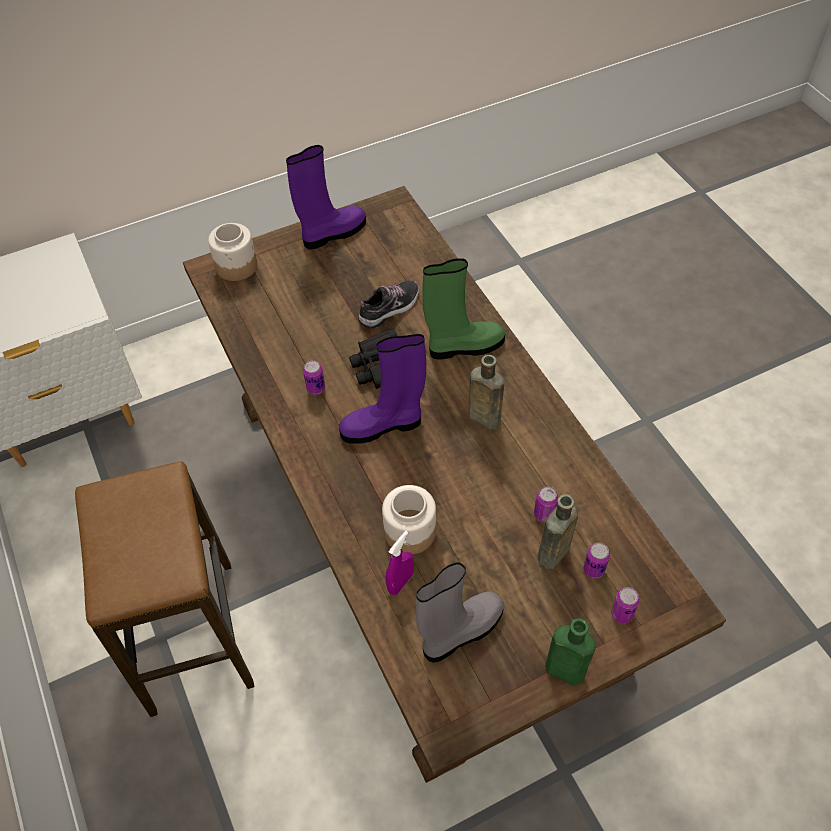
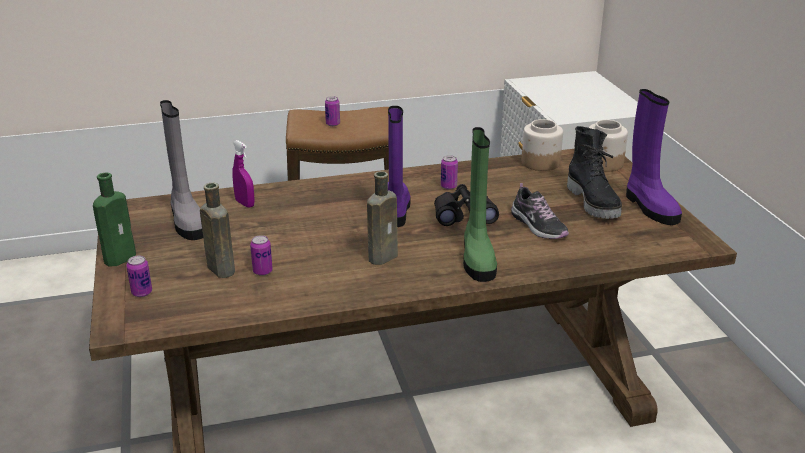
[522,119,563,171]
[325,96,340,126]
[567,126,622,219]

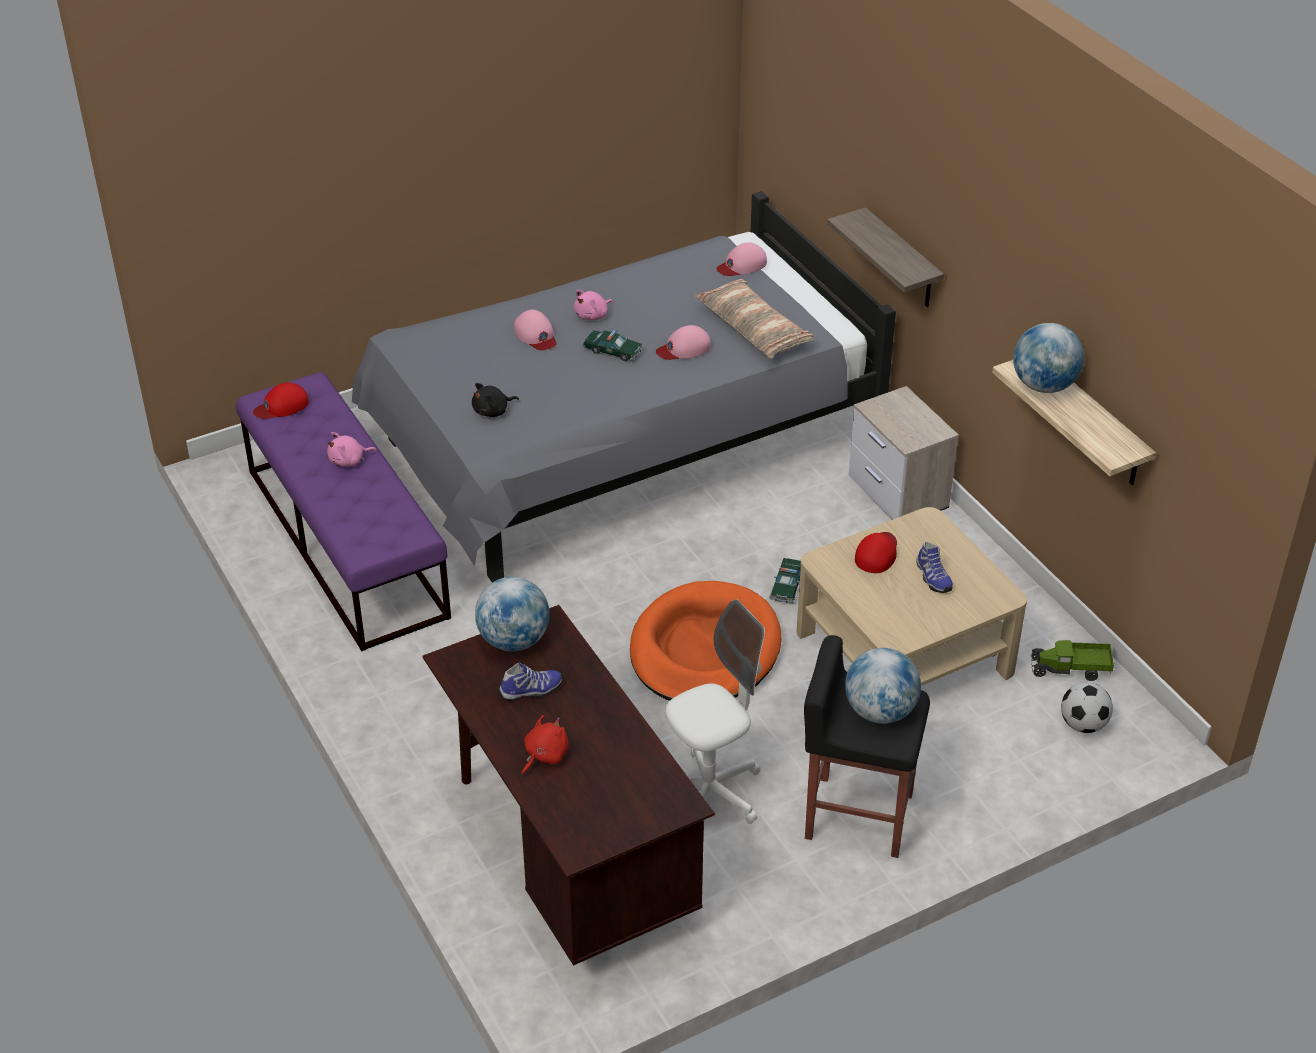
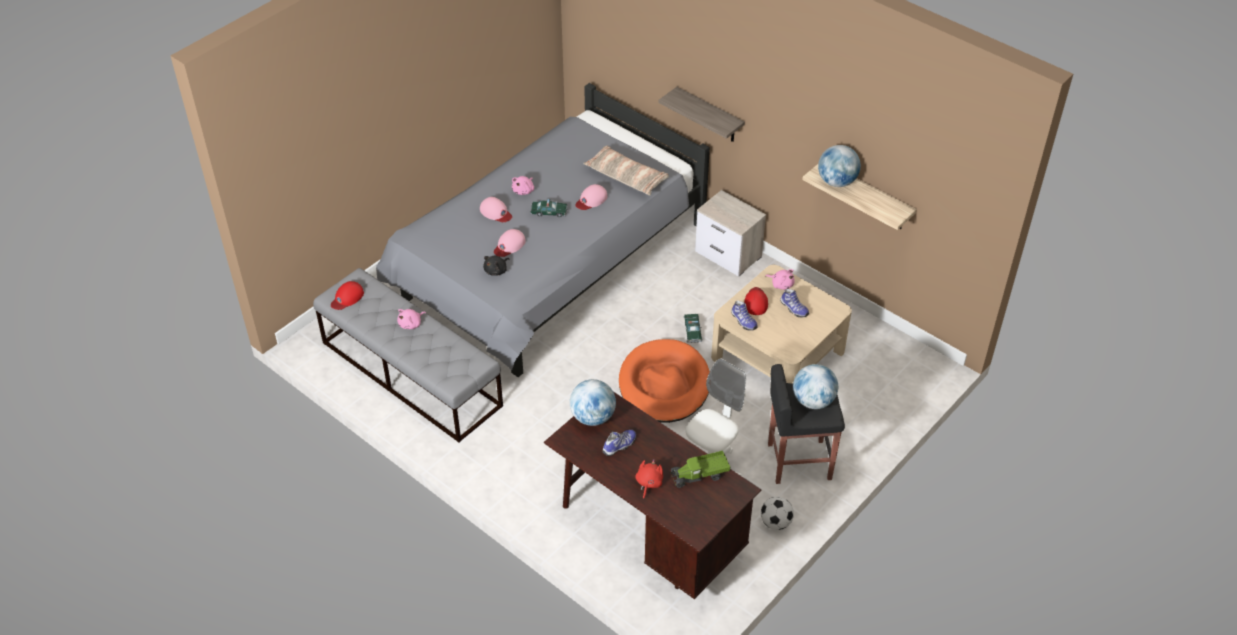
[313,268,503,443]
[494,229,526,257]
[671,451,730,488]
[761,497,794,530]
[731,300,757,331]
[765,269,795,290]

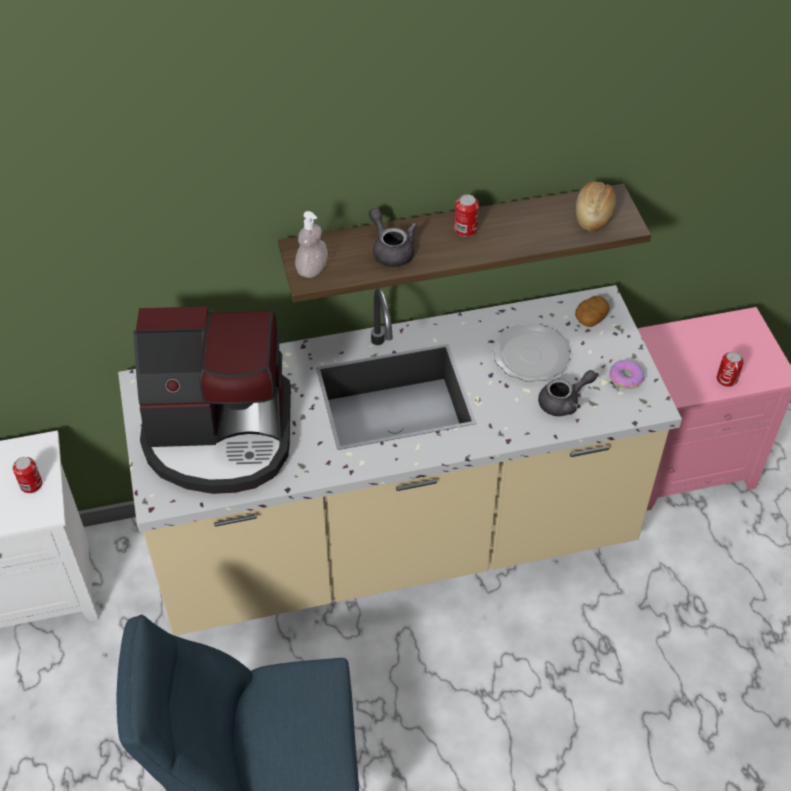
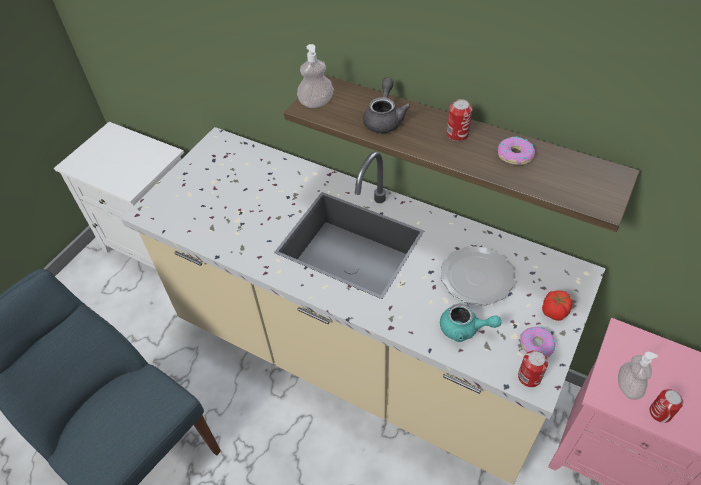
[518,350,548,387]
[133,306,291,494] (first image)
[440,304,502,342]
[575,296,610,327] (first image)
[576,182,616,231] (first image)
[498,136,535,165]
[542,290,572,321]
[618,352,658,400]

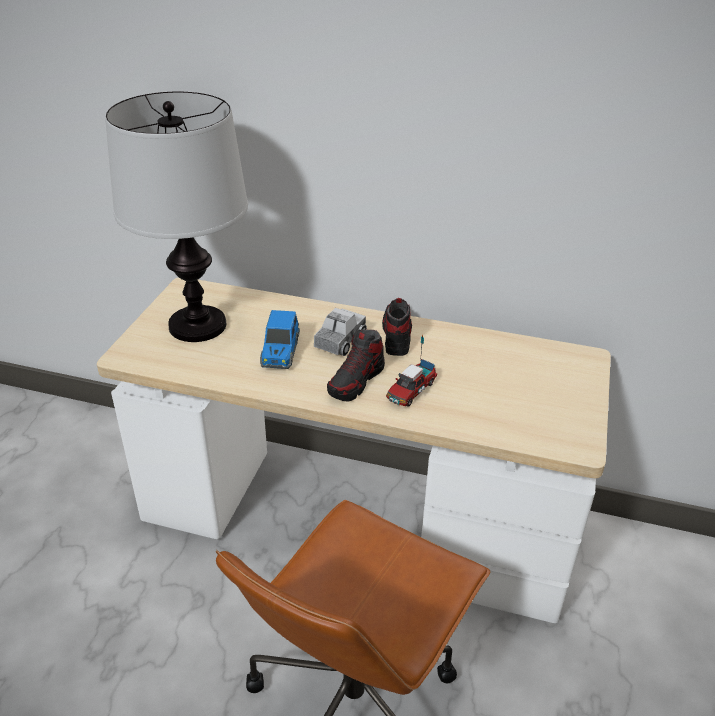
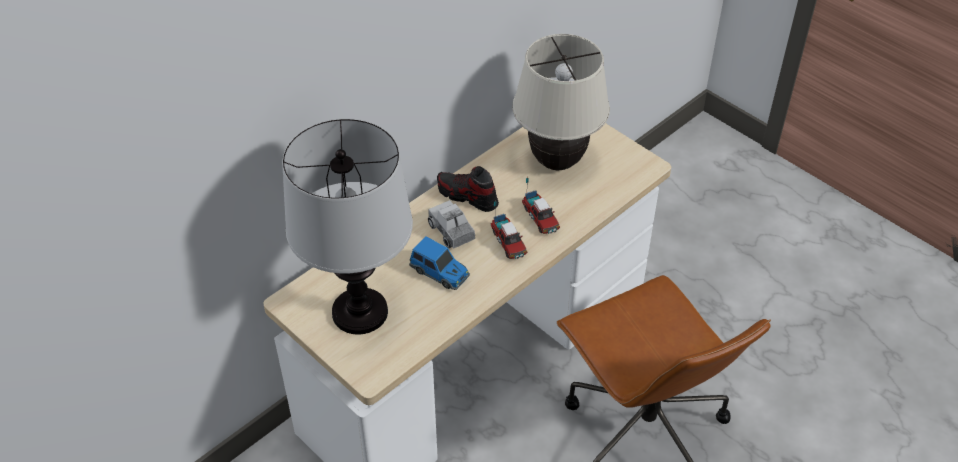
[490,200,527,259]
[512,34,610,170]

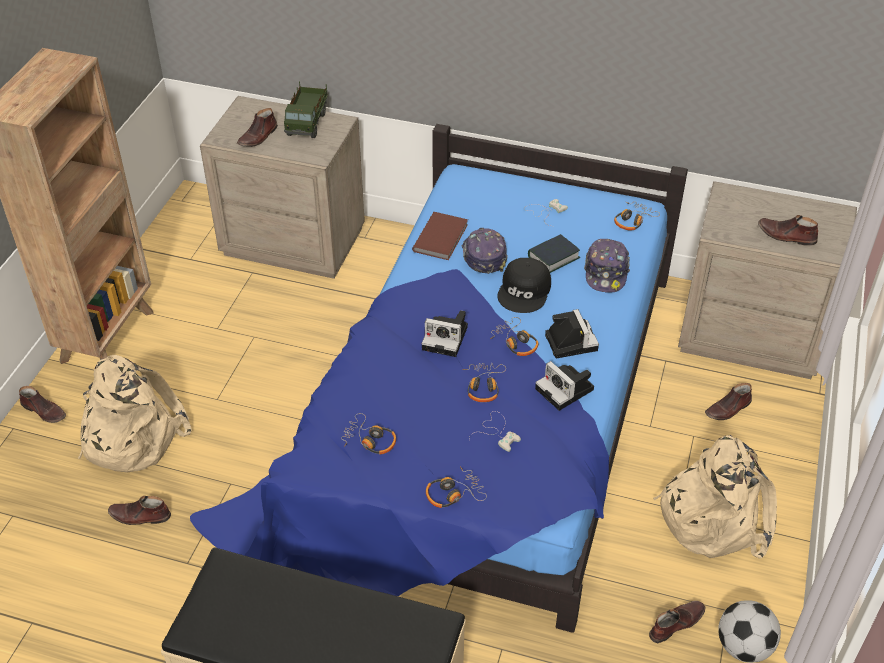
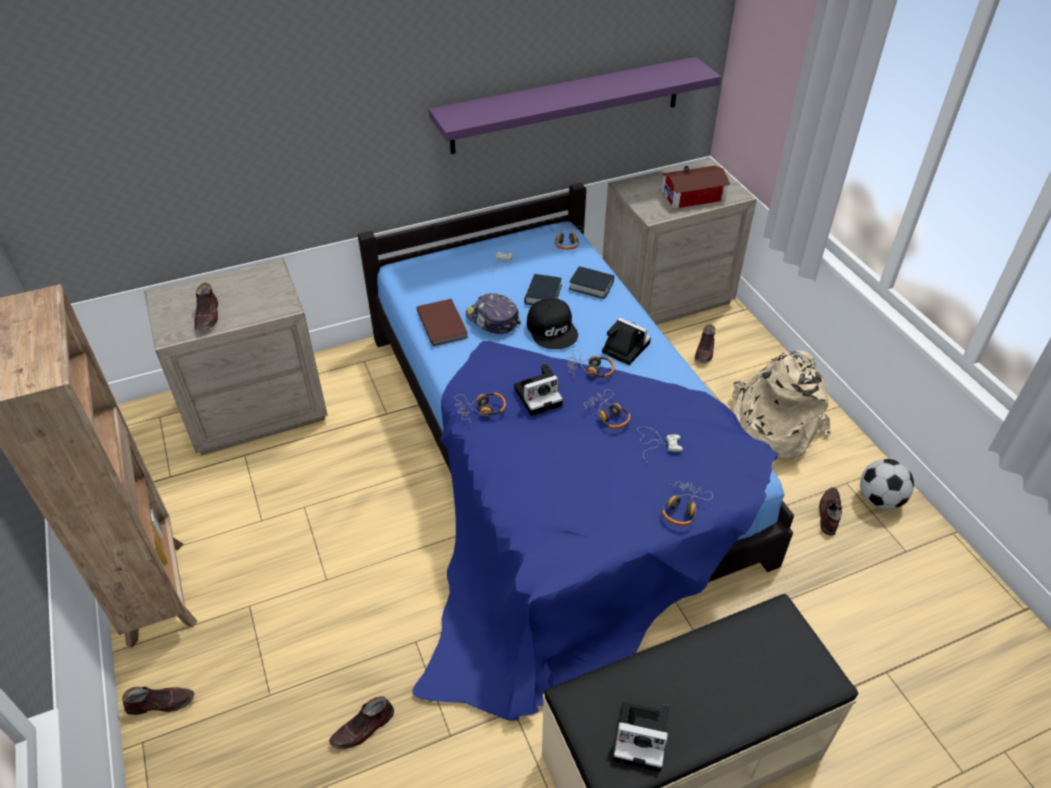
[78,355,192,473] (first image)
[284,81,328,138] (first image)
[454,392,506,423]
[613,702,669,772]
[569,266,614,299]
[662,165,731,209]
[429,57,721,154]

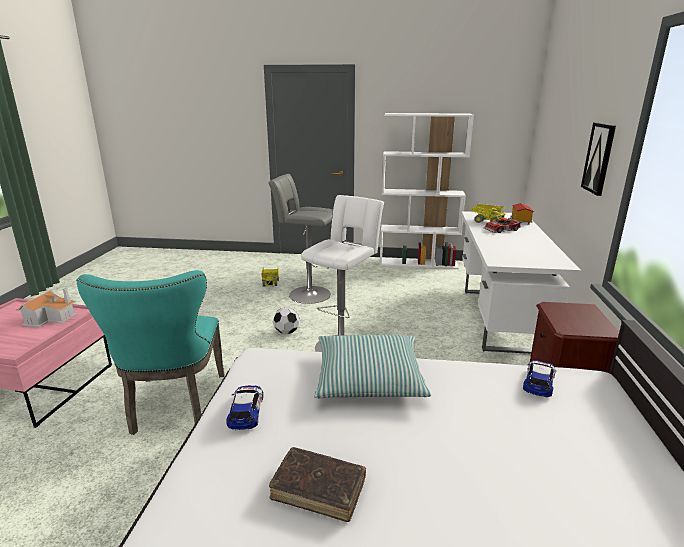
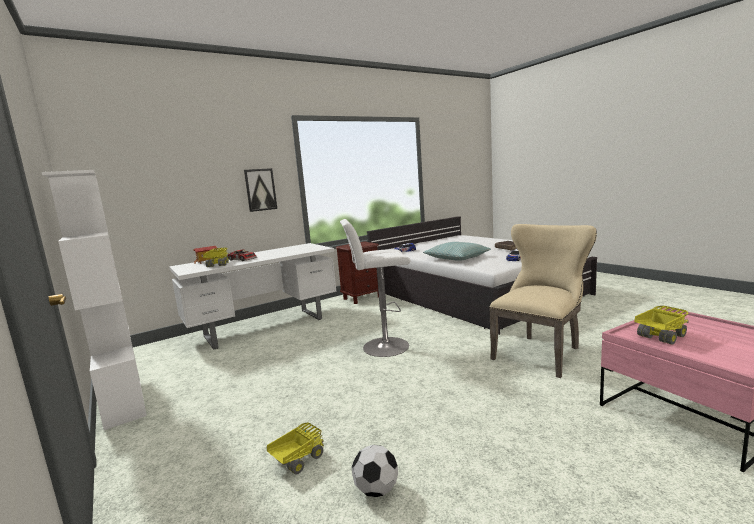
[634,306,689,345]
[489,224,597,378]
[268,174,333,304] (first image)
[352,445,398,497]

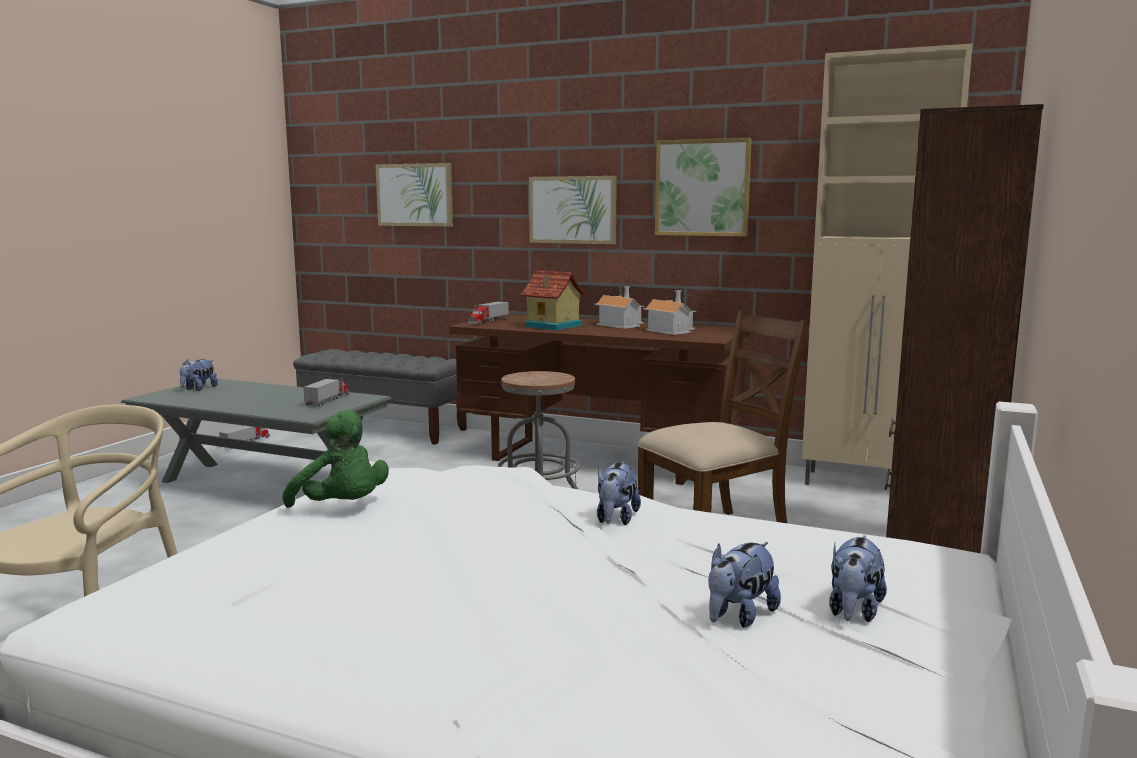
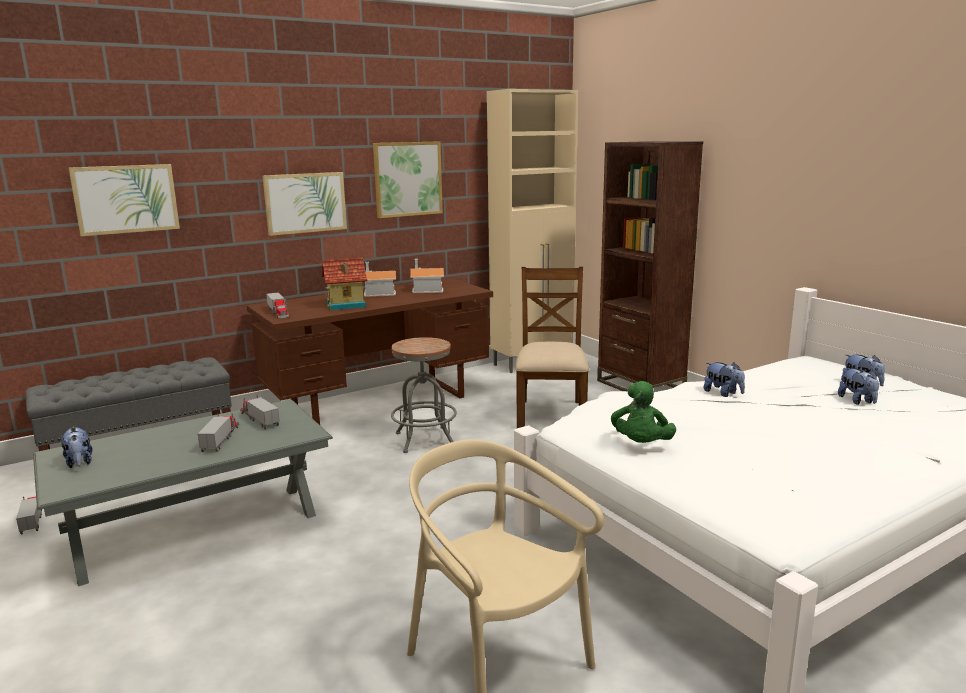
[611,381,676,443]
[198,413,239,452]

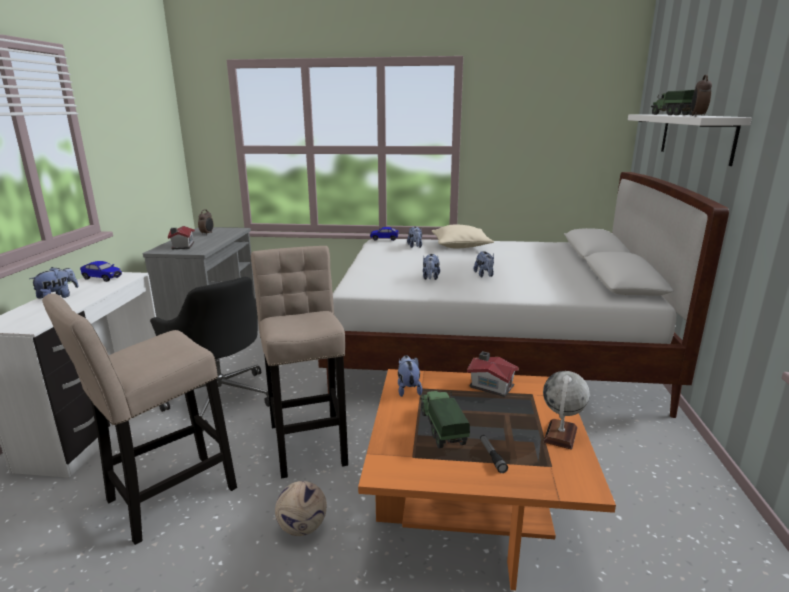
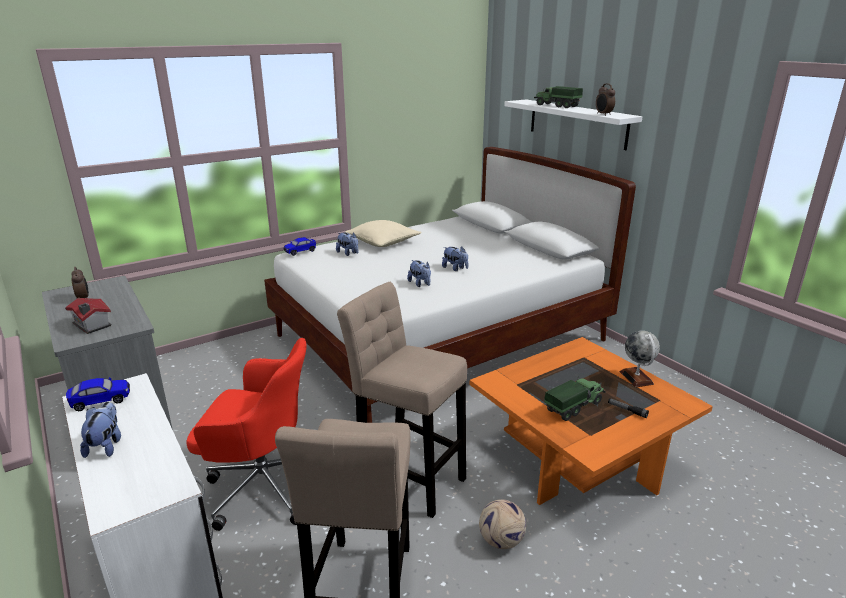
[186,338,307,531]
[398,355,423,397] (first image)
[544,377,606,421]
[467,351,519,397] (first image)

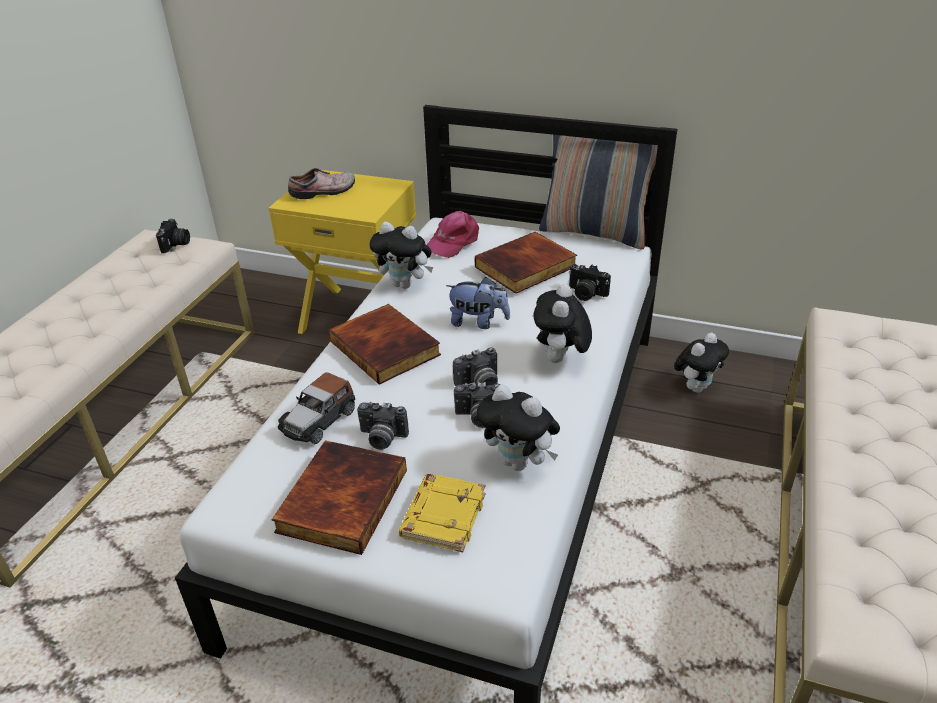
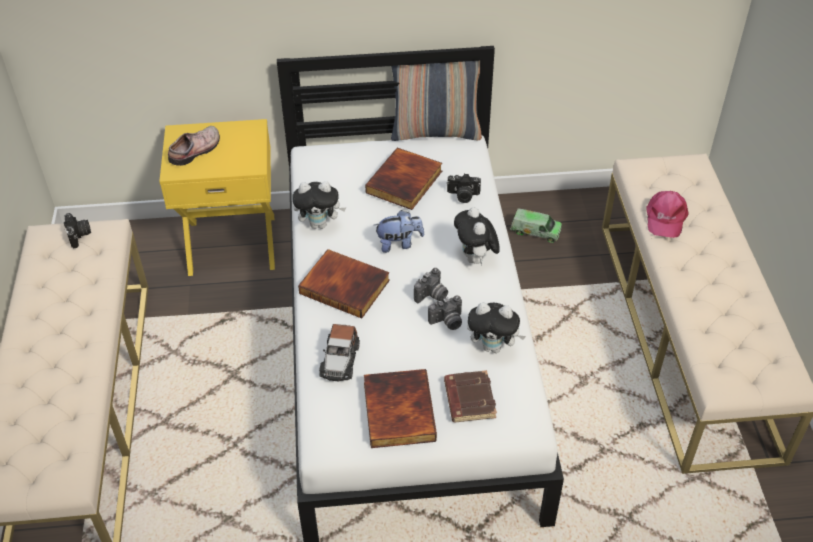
[357,402,409,450] (first image)
[444,370,497,422]
[646,191,689,238]
[510,208,562,243]

